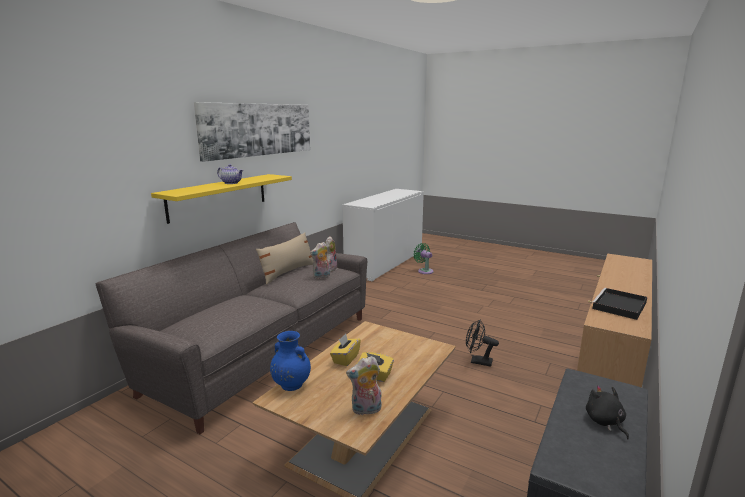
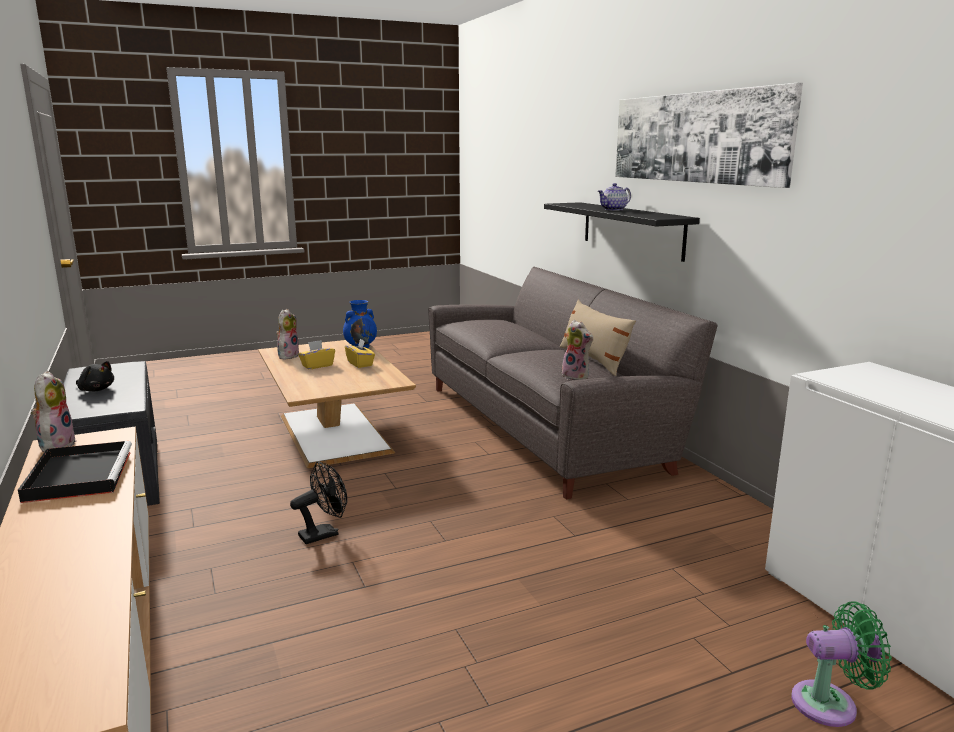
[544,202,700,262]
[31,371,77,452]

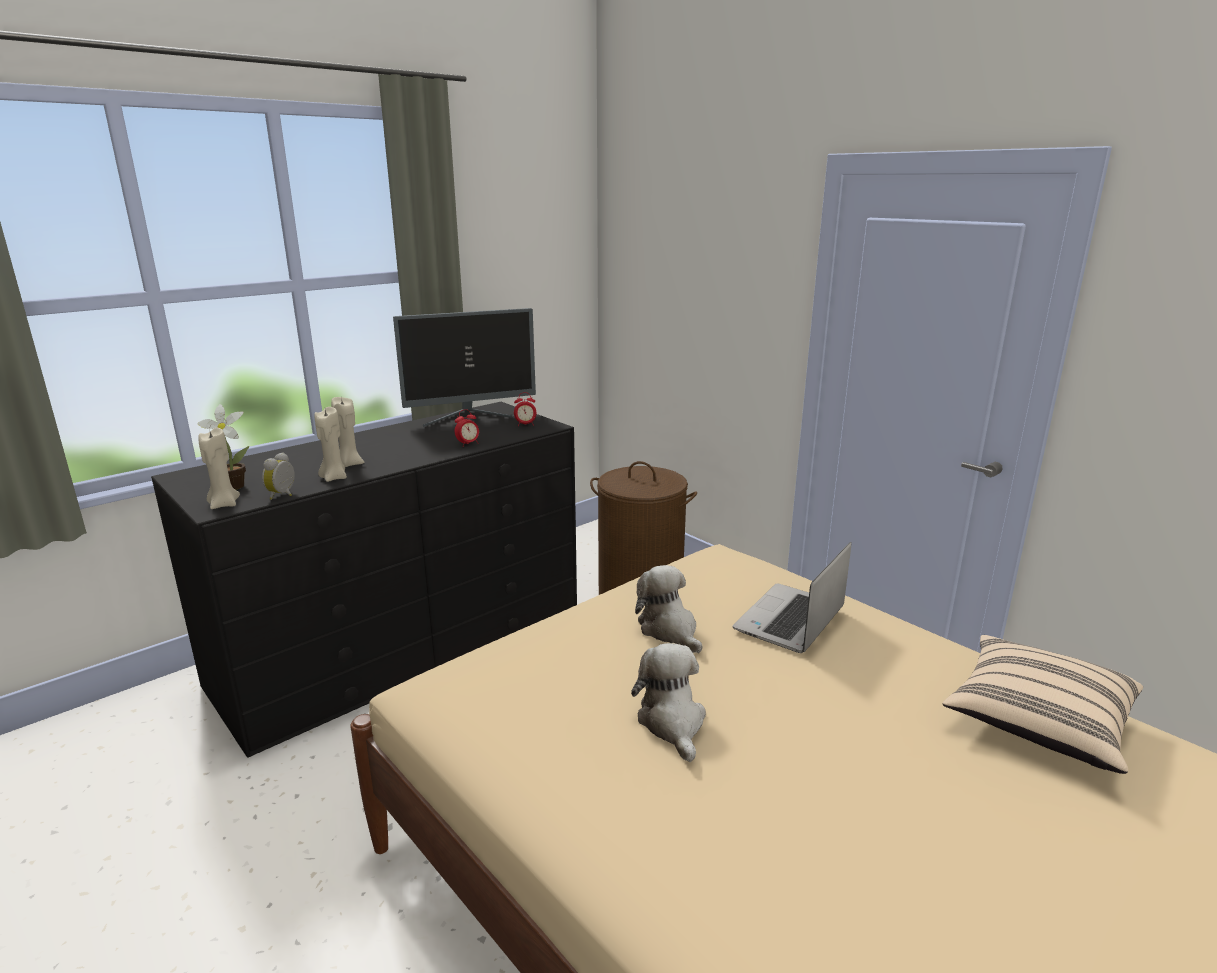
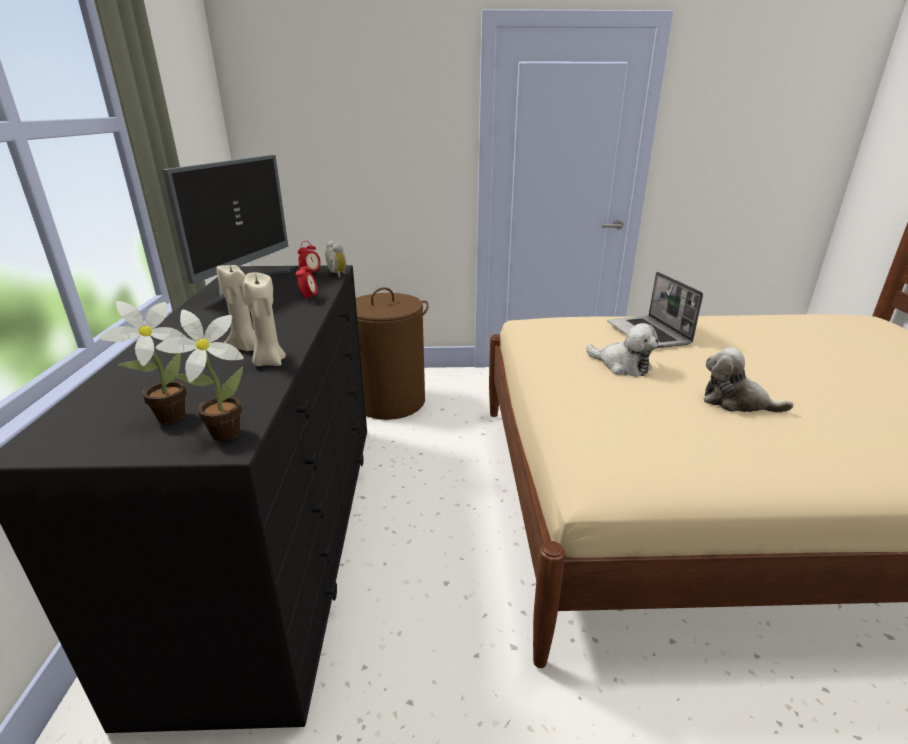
[155,309,244,441]
[325,241,346,278]
[586,323,658,377]
[942,635,1143,774] (first image)

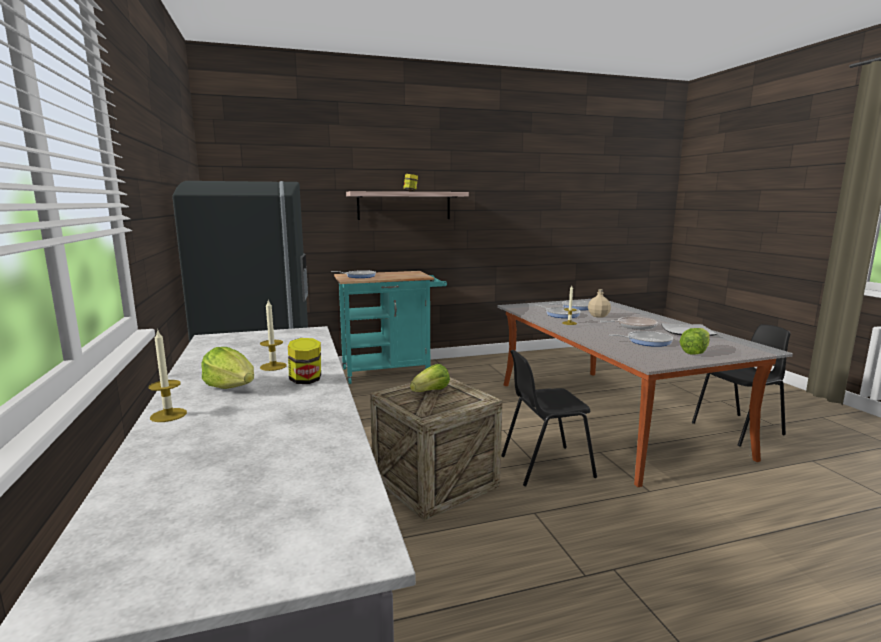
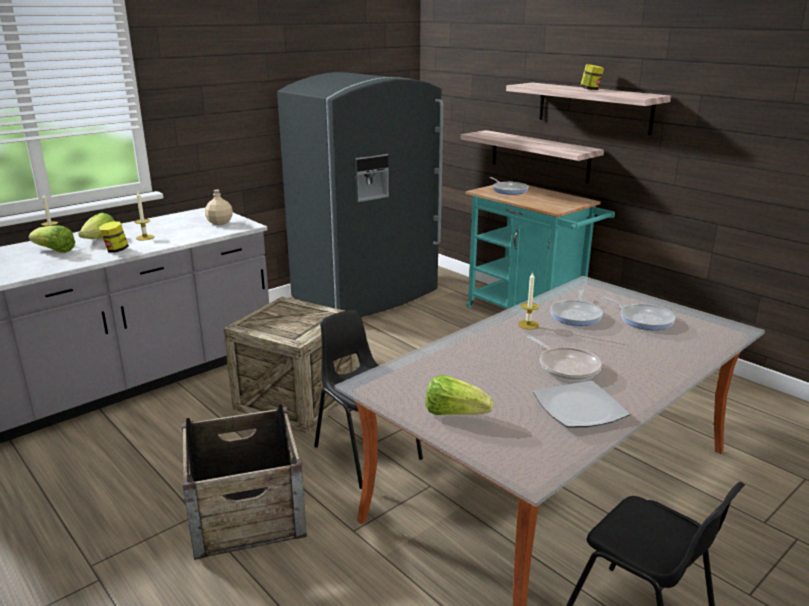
[29,225,75,253]
[205,190,233,225]
[609,331,673,347] (first image)
[182,404,307,560]
[460,130,604,184]

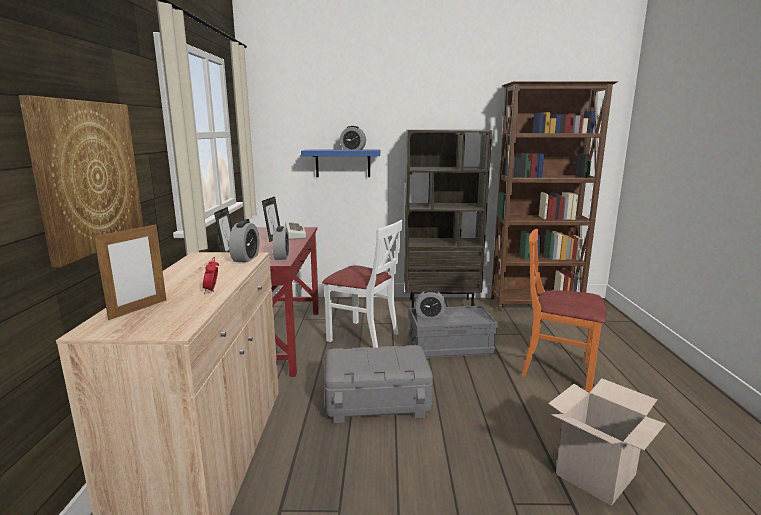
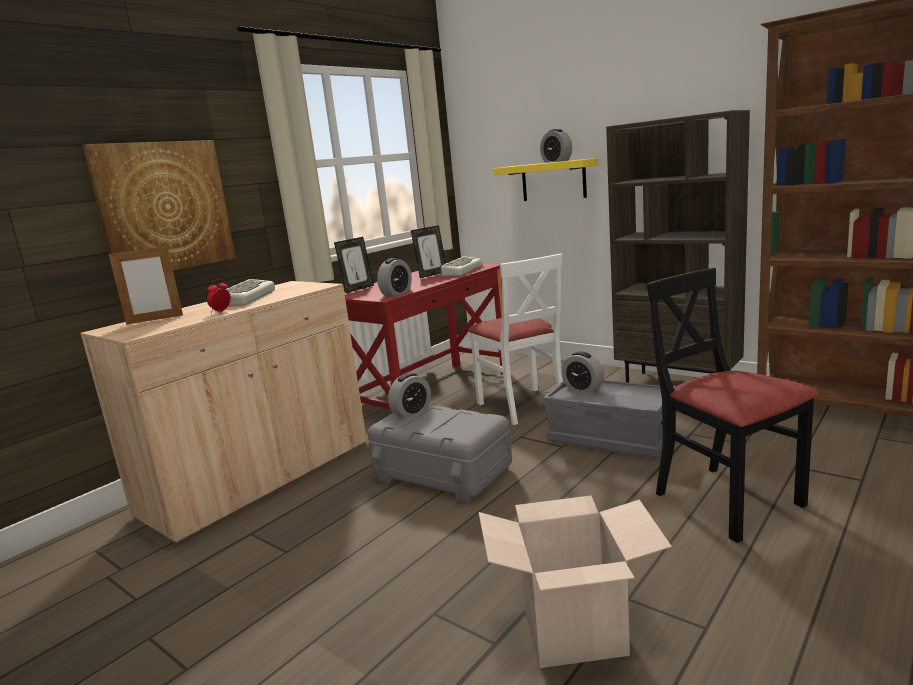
[388,373,431,418]
[493,158,598,201]
[647,268,819,543]
[226,279,275,307]

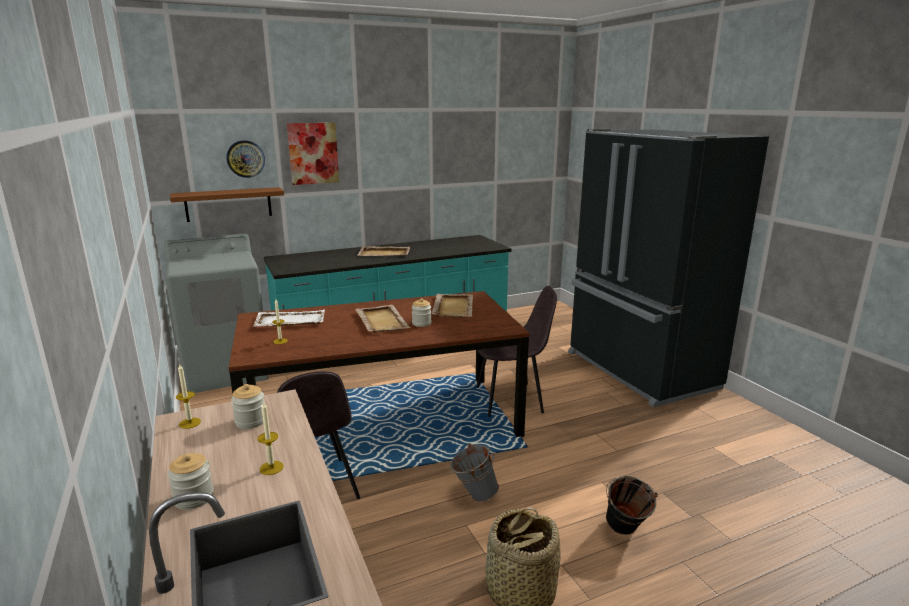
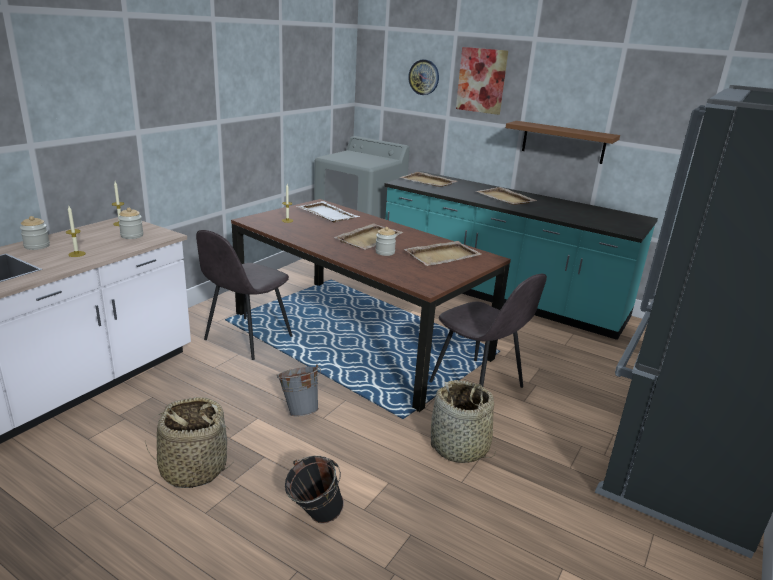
[506,121,620,164]
[399,172,457,187]
[431,380,496,463]

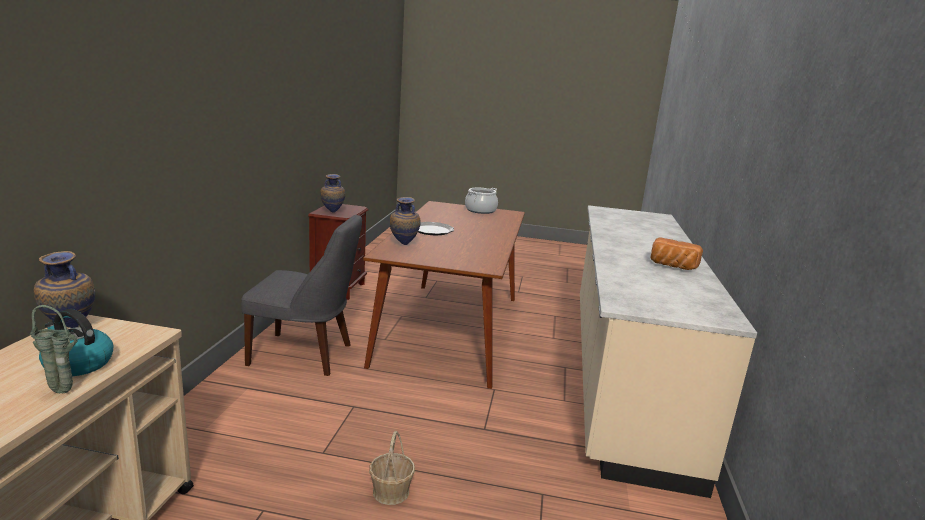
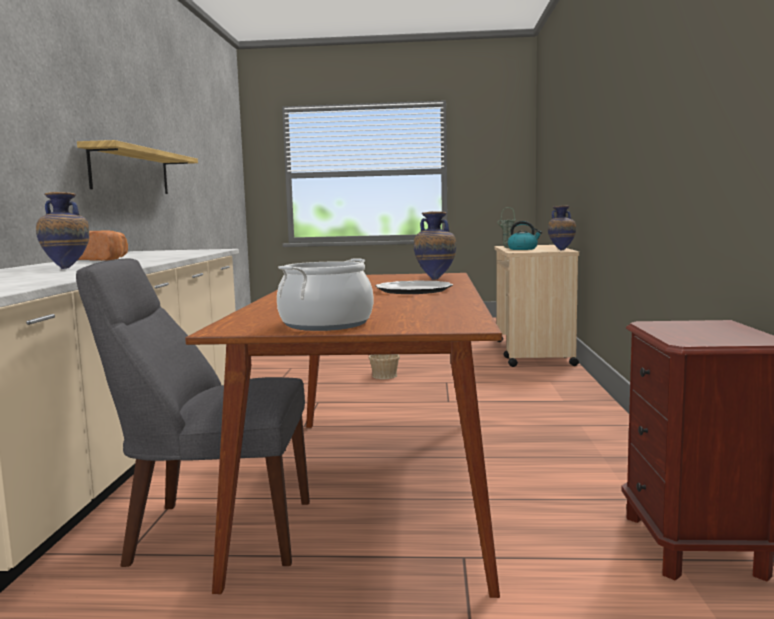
[76,259,310,567]
[36,192,89,269]
[77,140,198,194]

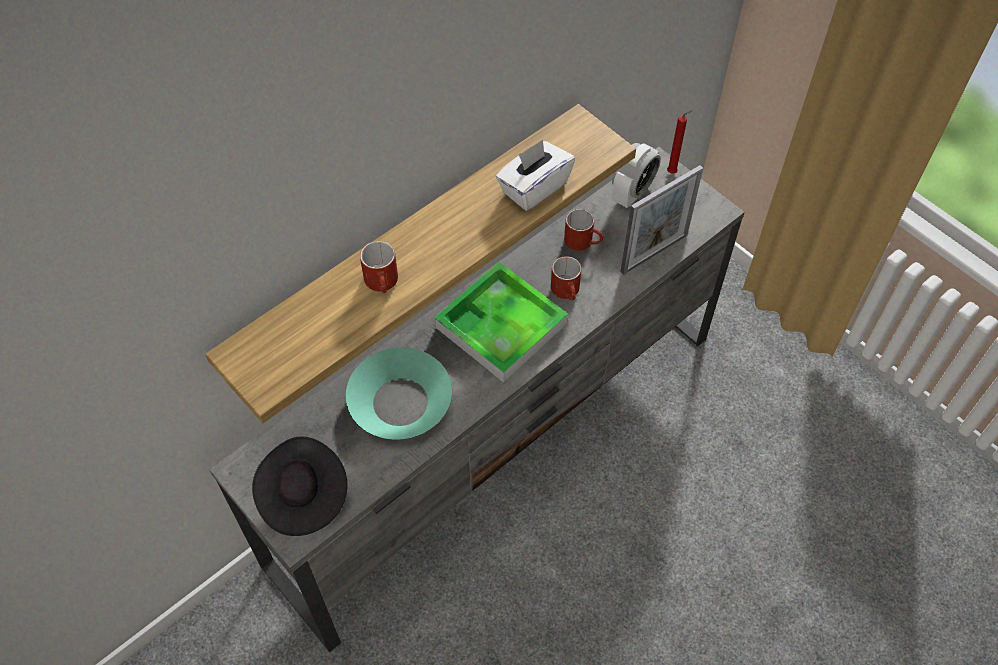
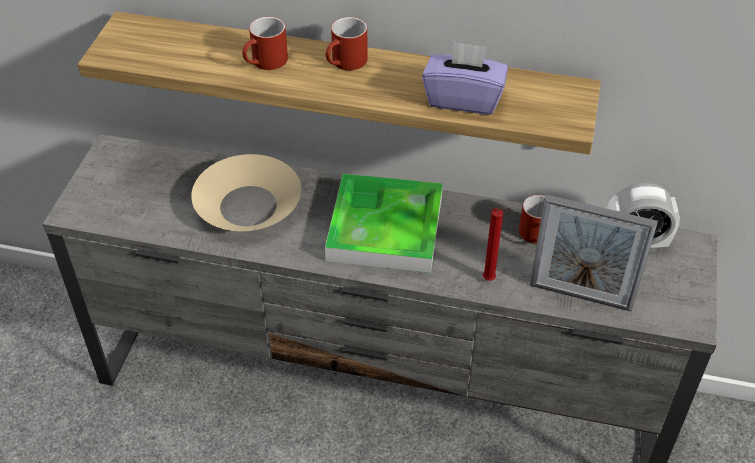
[252,436,348,536] (first image)
[191,154,301,231]
[422,41,508,115]
[326,17,368,71]
[483,207,509,281]

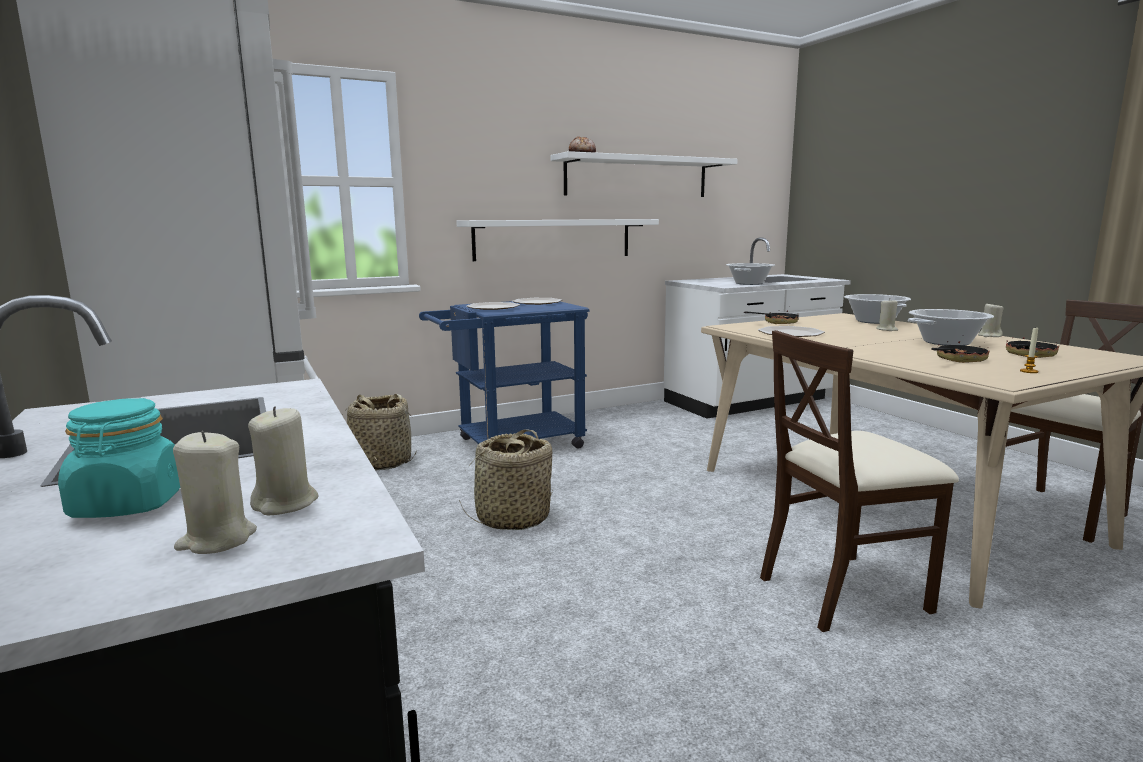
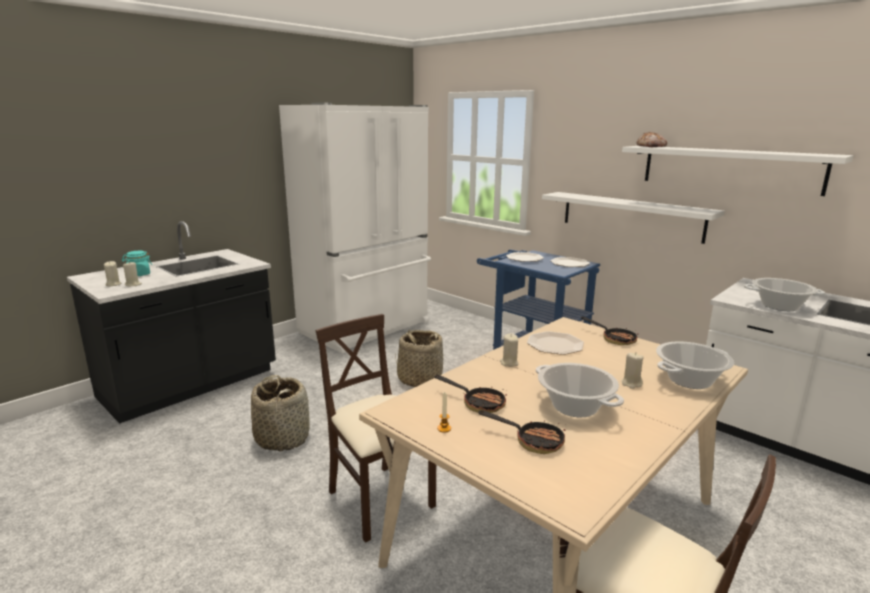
[251,375,310,452]
[500,333,519,367]

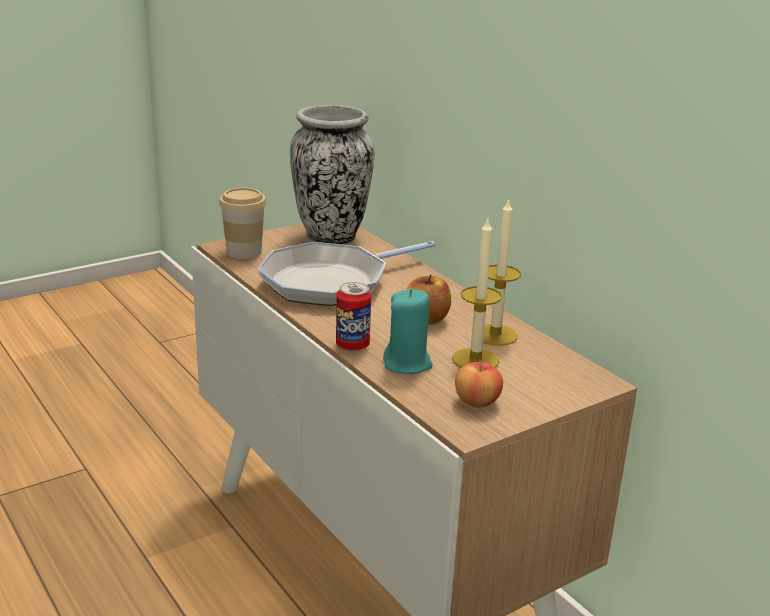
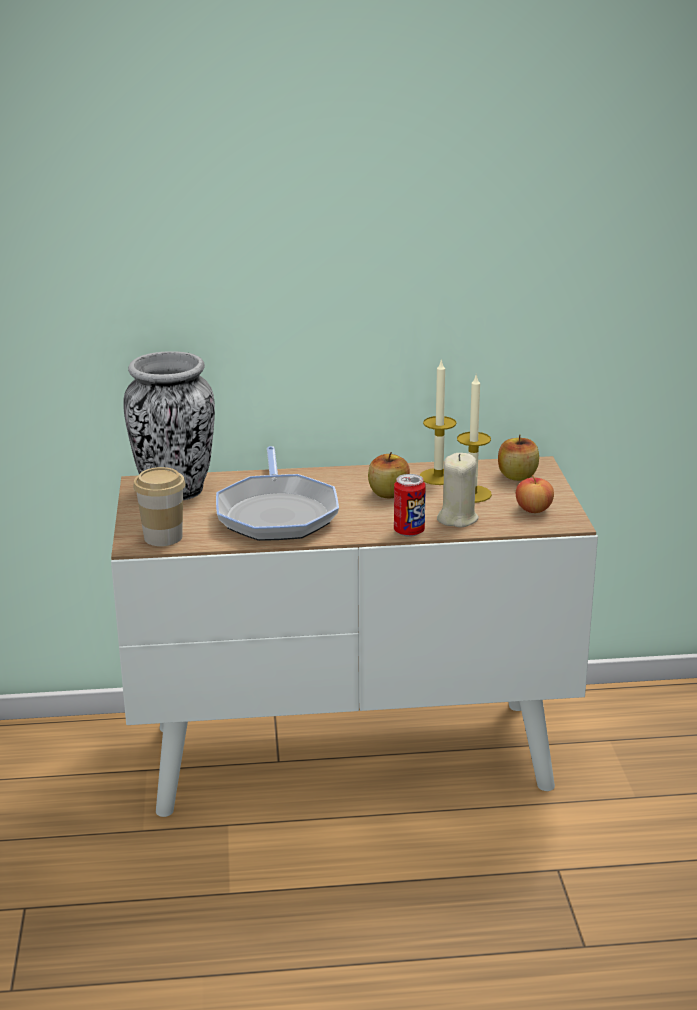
[437,453,479,527]
[498,435,539,481]

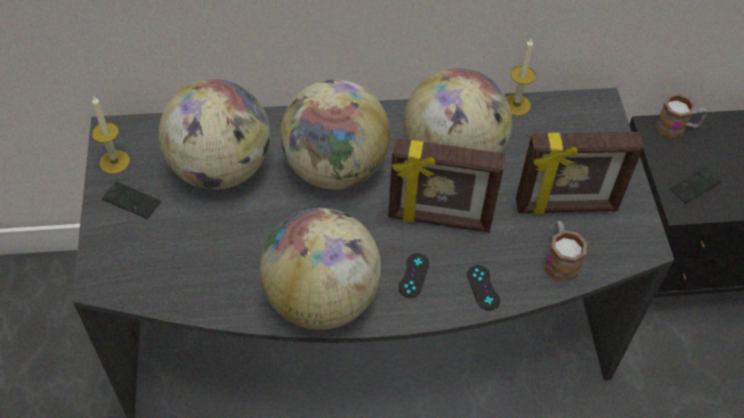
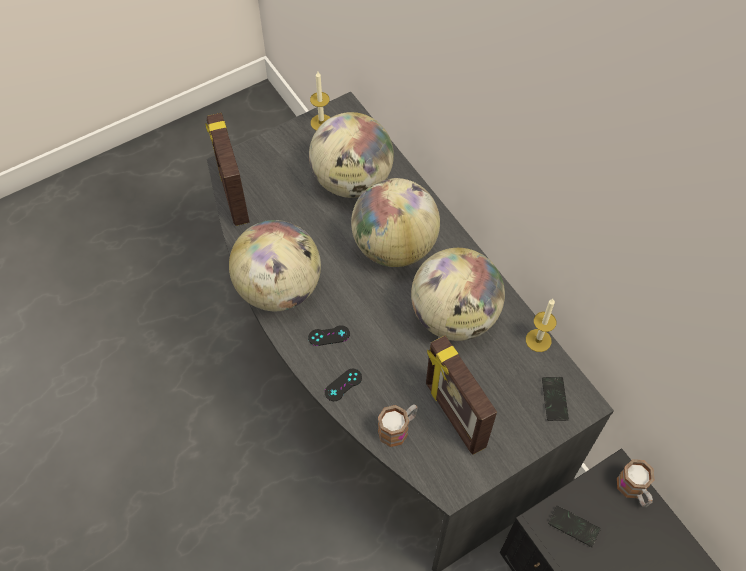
[542,377,569,421]
[206,113,250,226]

